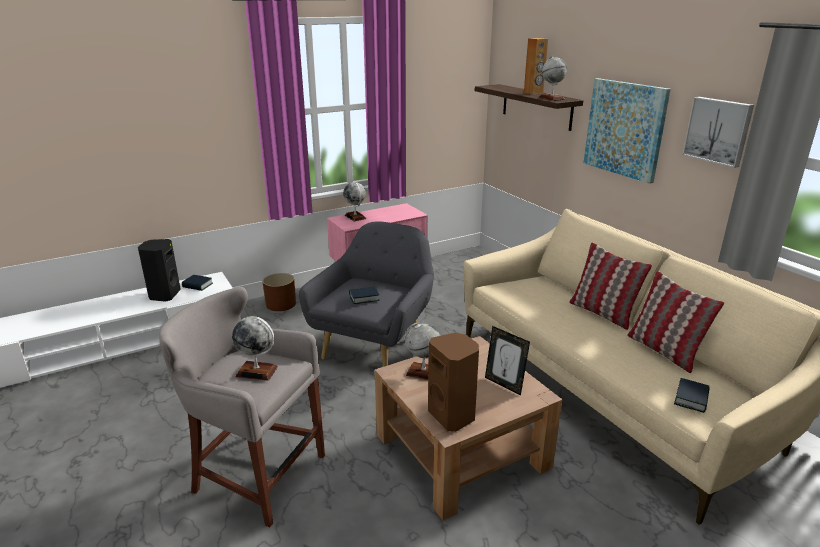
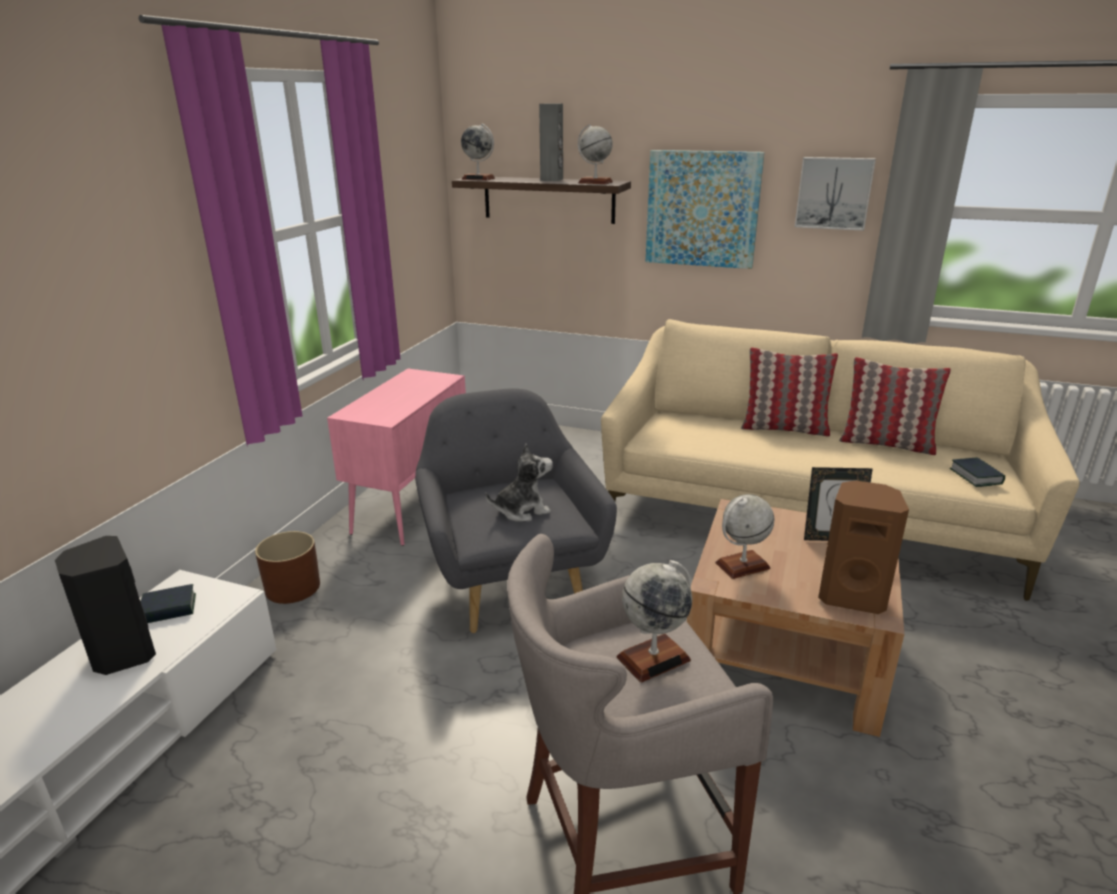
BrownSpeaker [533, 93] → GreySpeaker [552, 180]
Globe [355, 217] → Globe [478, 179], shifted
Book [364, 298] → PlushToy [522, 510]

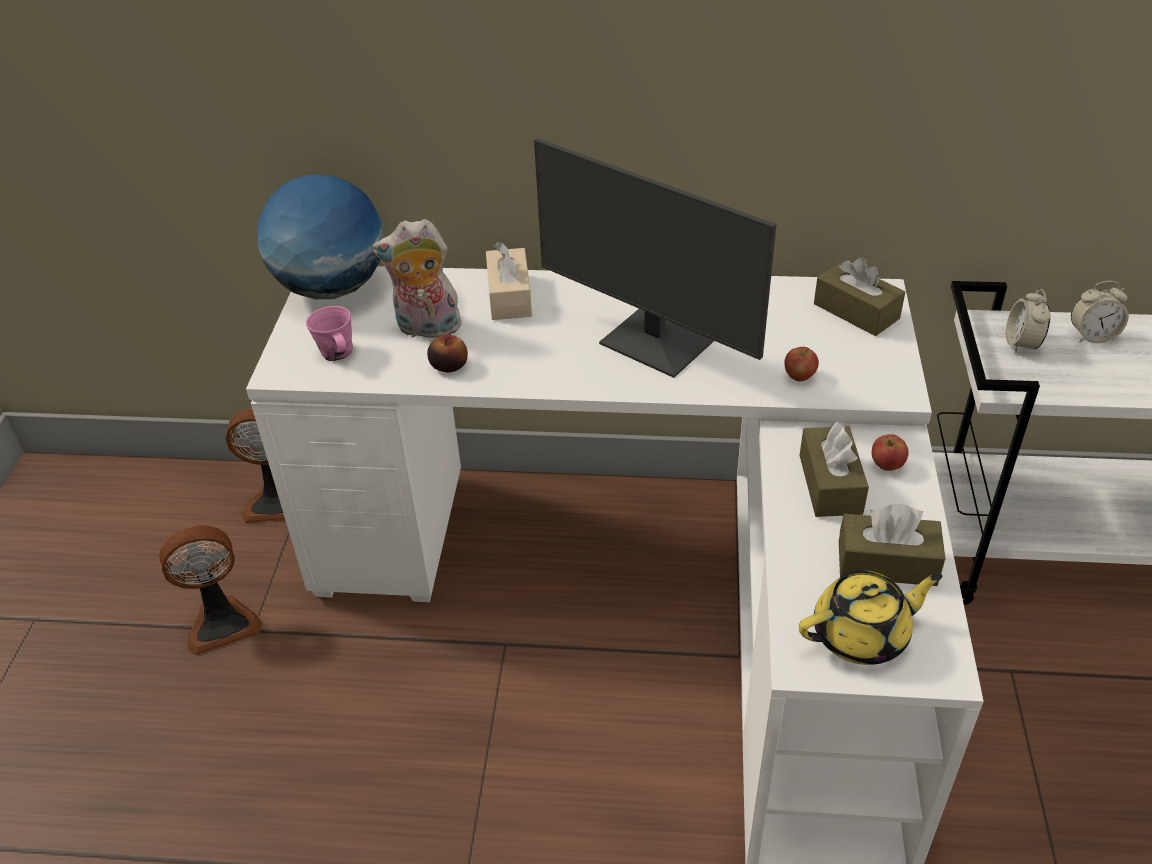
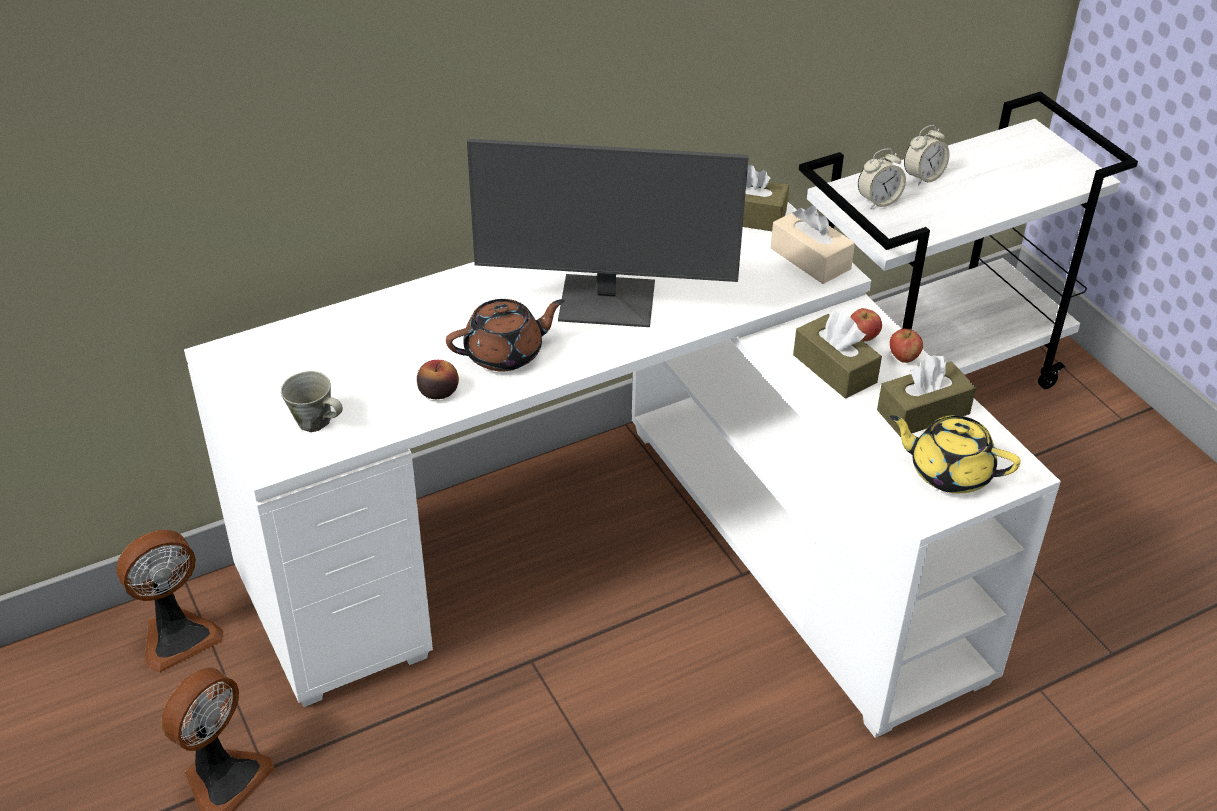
Globe [331, 288] → -
PlushToy [426, 329] → -
BeigeTissueBox [509, 296] → BeigeTissueBox [810, 259], shifted
AlarmClock [1021, 344] → AlarmClock [878, 201], 90 degrees counterclockwise
PinkMug [337, 353] → GreyMug [315, 422]
Apple [799, 376] → Apple [903, 357], shifted
YellowTeapot [862, 635] → YellowTeapot [949, 471], 105 degrees counterclockwise
- → BrownTeapot [505, 353]

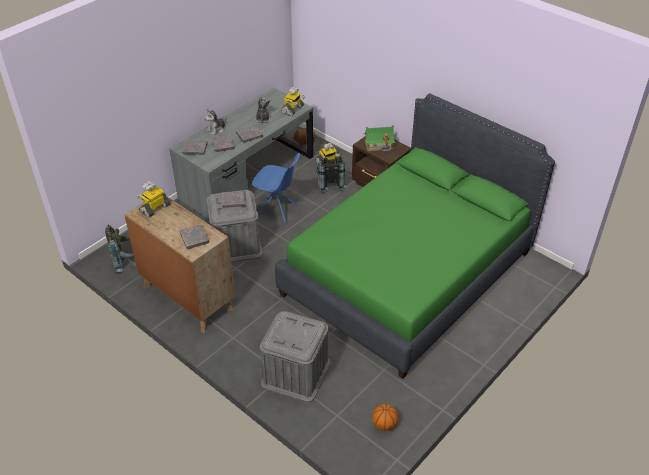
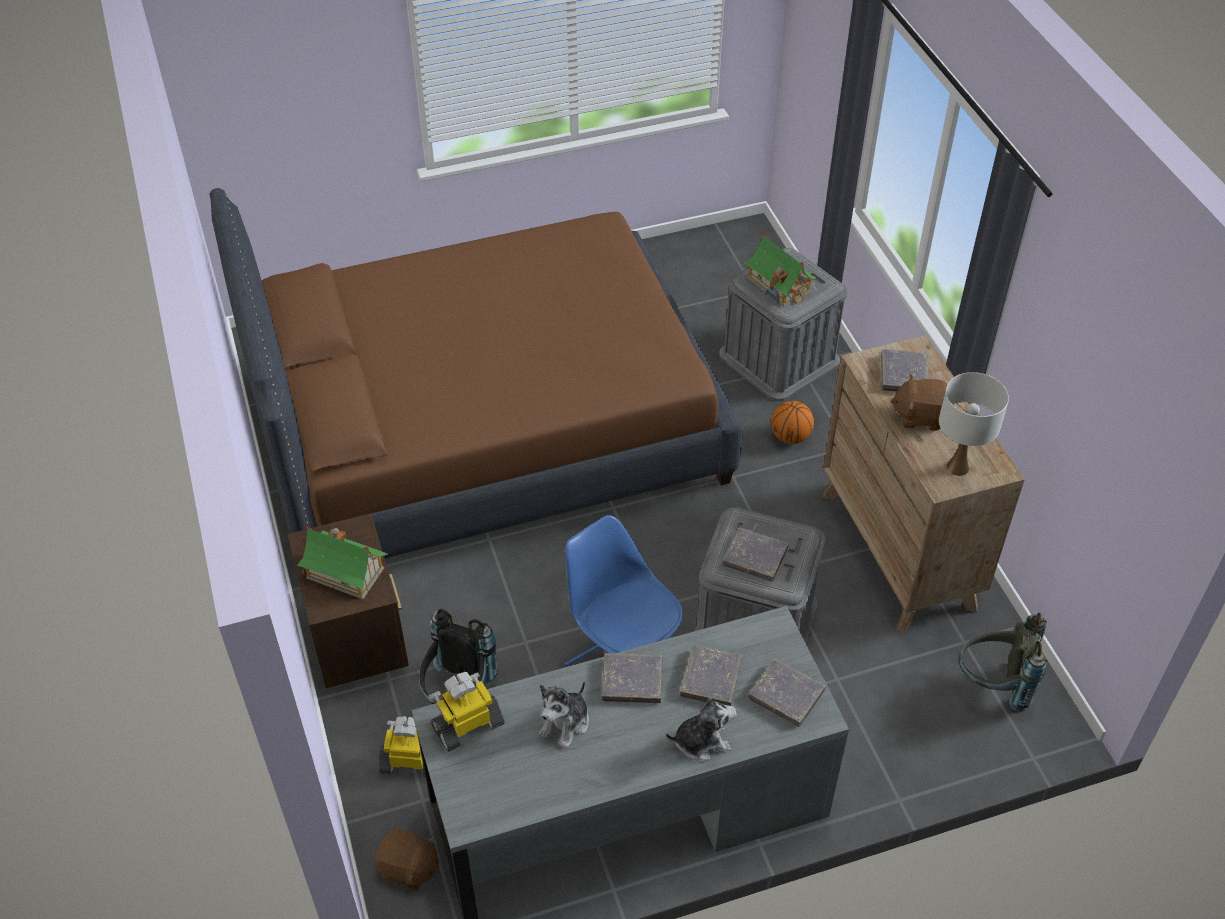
GreenBed [408, 273] → BrownBed [485, 428]
ToyRobot [154, 208] → WhiteTableLamp [957, 467]
Basketball [384, 425] → Basketball [790, 437], shifted
- → ToyHouse [779, 285]
- → BrownPlushToy [921, 416]

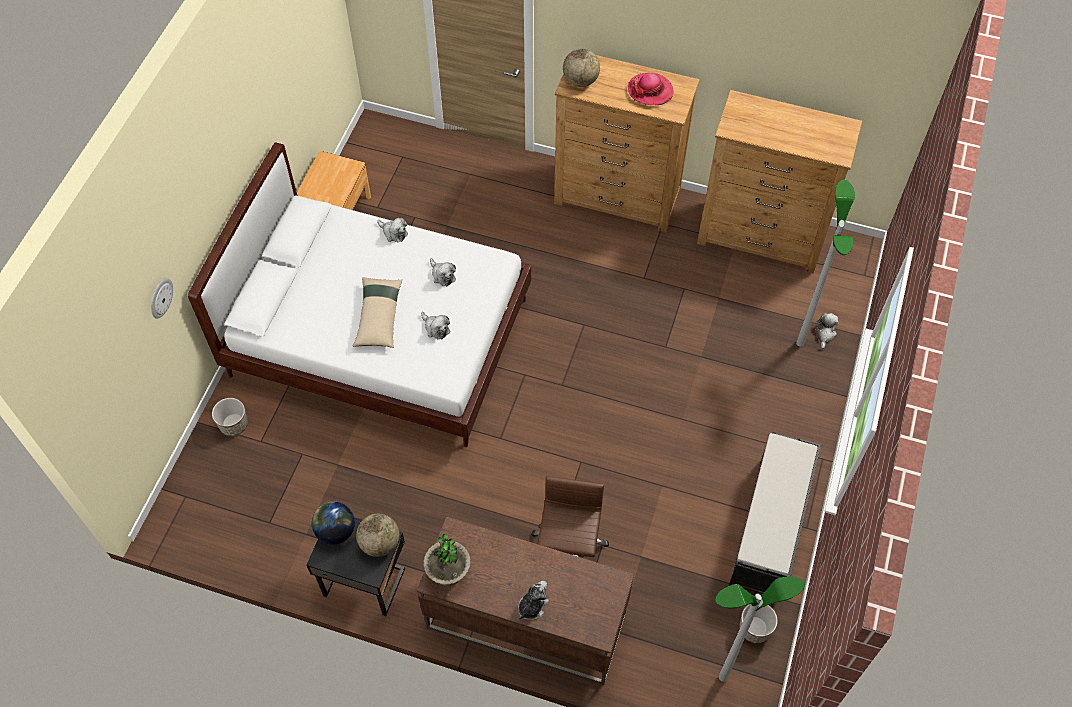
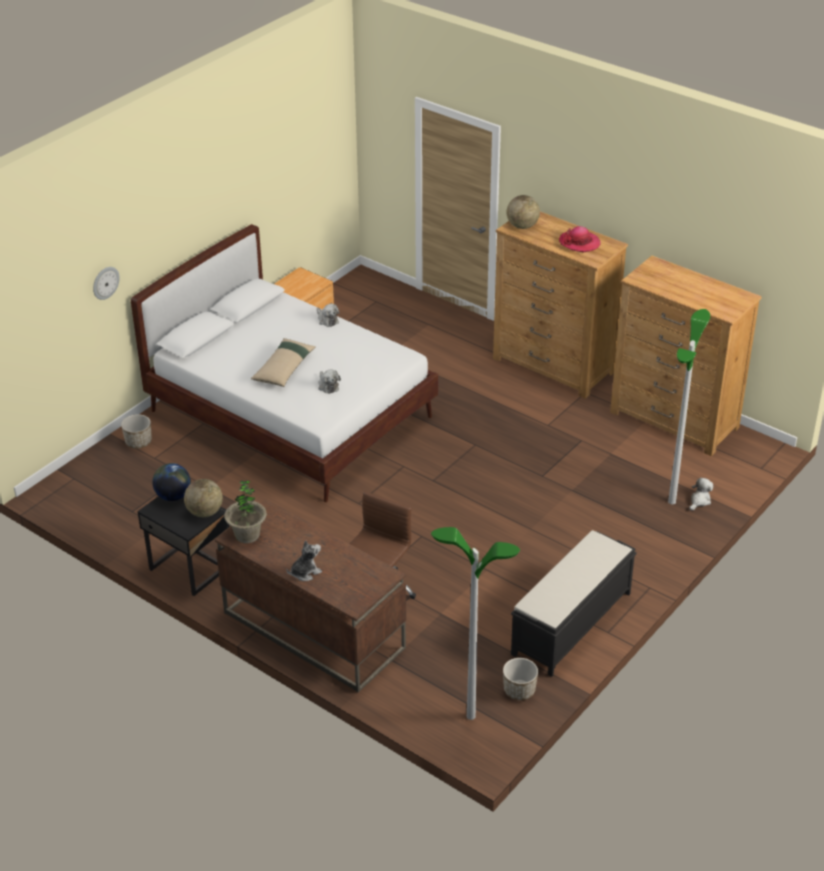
PlushToy [442, 275] → -

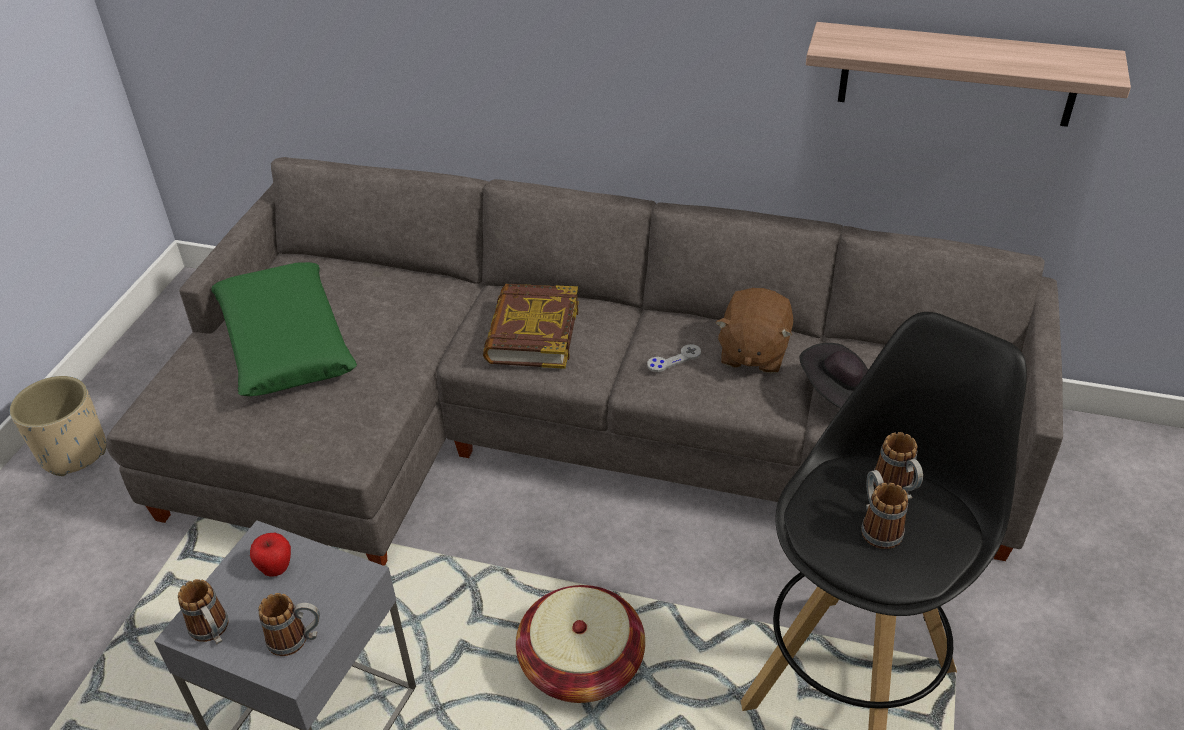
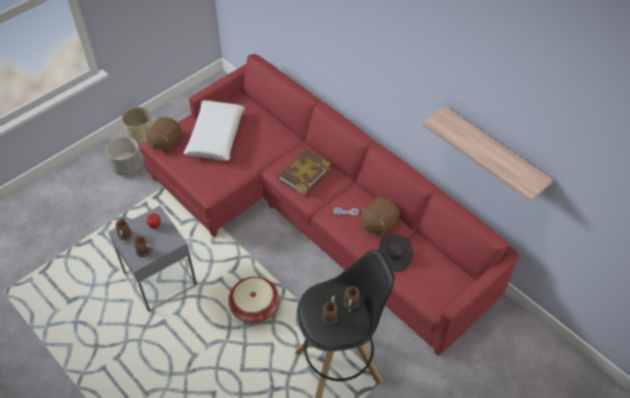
GreySofa [561, 428] → RedSofa [314, 213]
GreenPillow [285, 343] → WhitePillow [215, 136]
- → BrownPlushToy [165, 142]
- → GreyPlanter [127, 167]

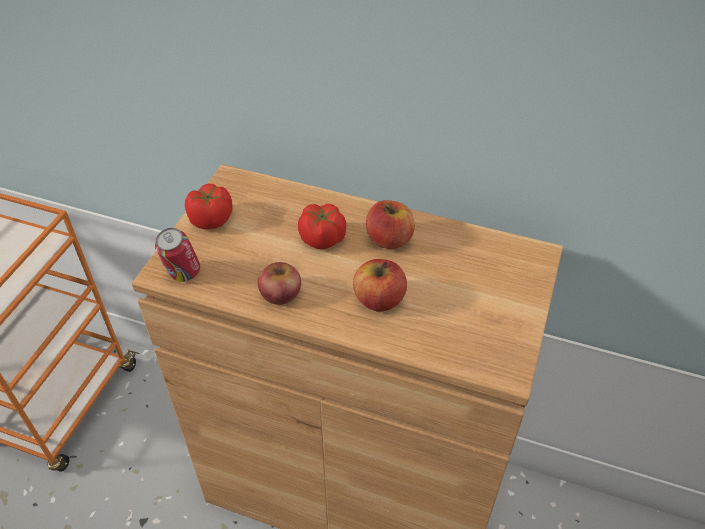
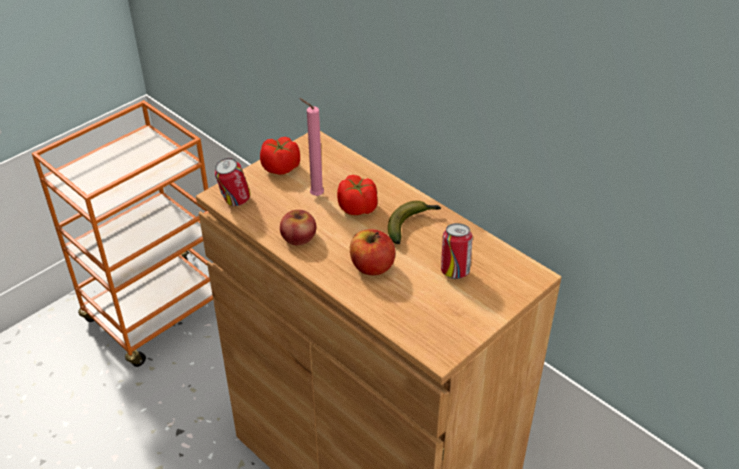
Apple [389, 239] → Banana [412, 225]
- → PinkCandle [314, 195]
- → Can [454, 271]

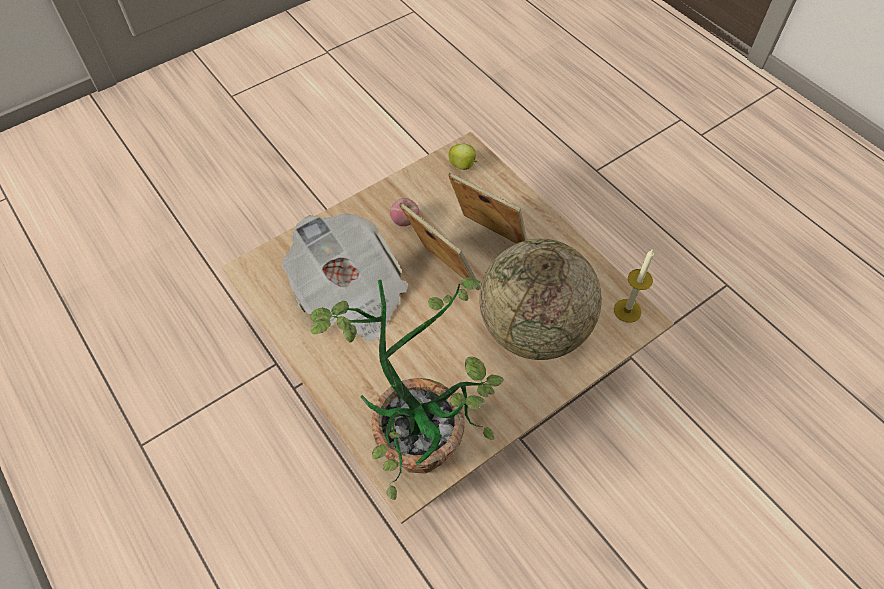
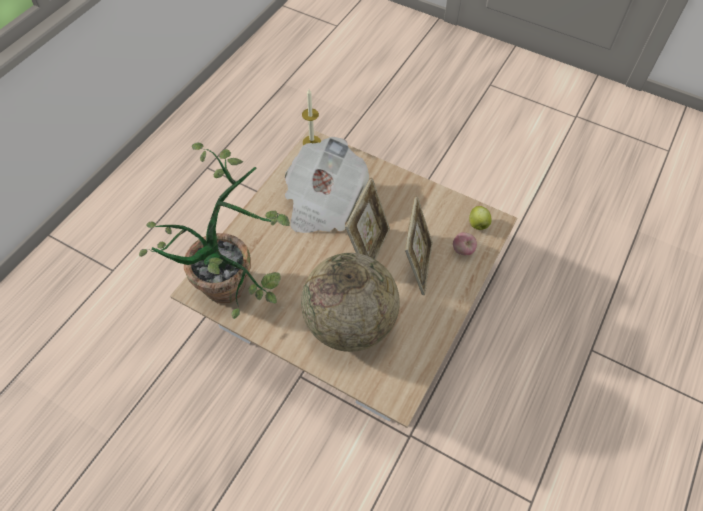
Apple [405, 221] → Apple [462, 250], shifted
Candle [627, 310] → Candle [312, 142], shifted

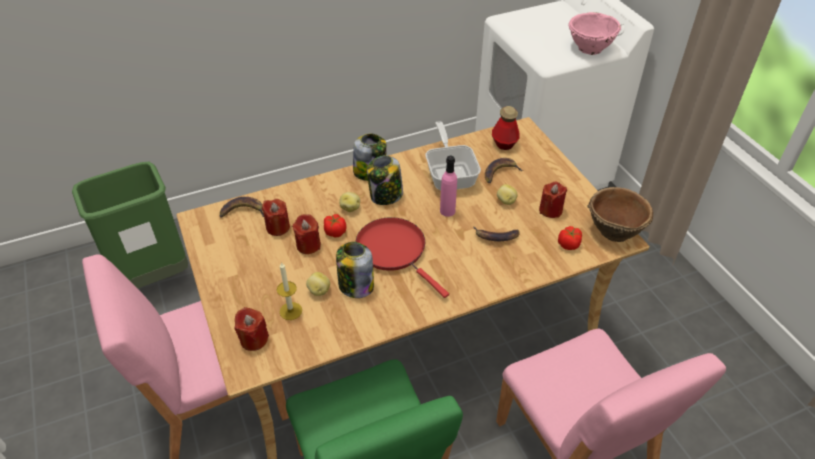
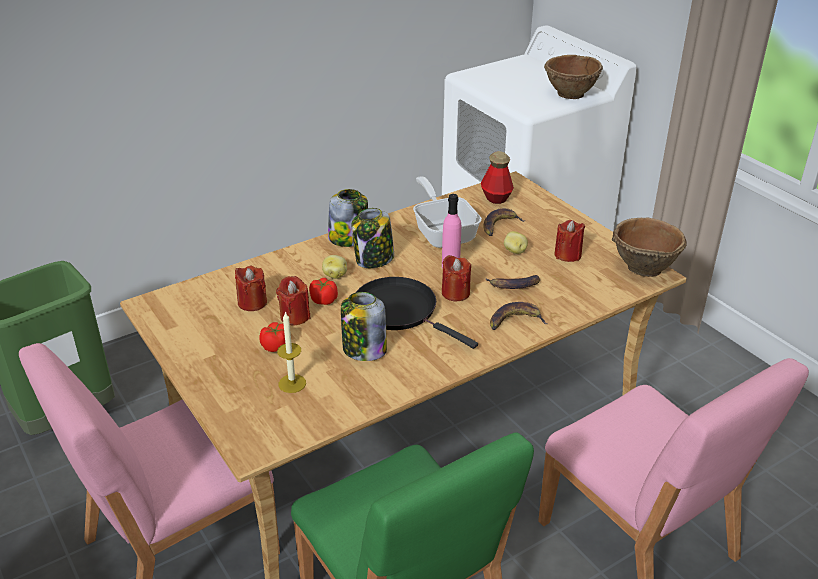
PinkBowl [589, 49] → BrownBowl [570, 94]
Banana [243, 211] → Banana [515, 320], shifted
RedFryingPan [394, 250] → BlackFryingPan [400, 311]
Tomato [568, 244] → Tomato [276, 346], shifted
Potato [318, 291] → -
RedCandle [254, 339] → RedCandle [455, 293], shifted

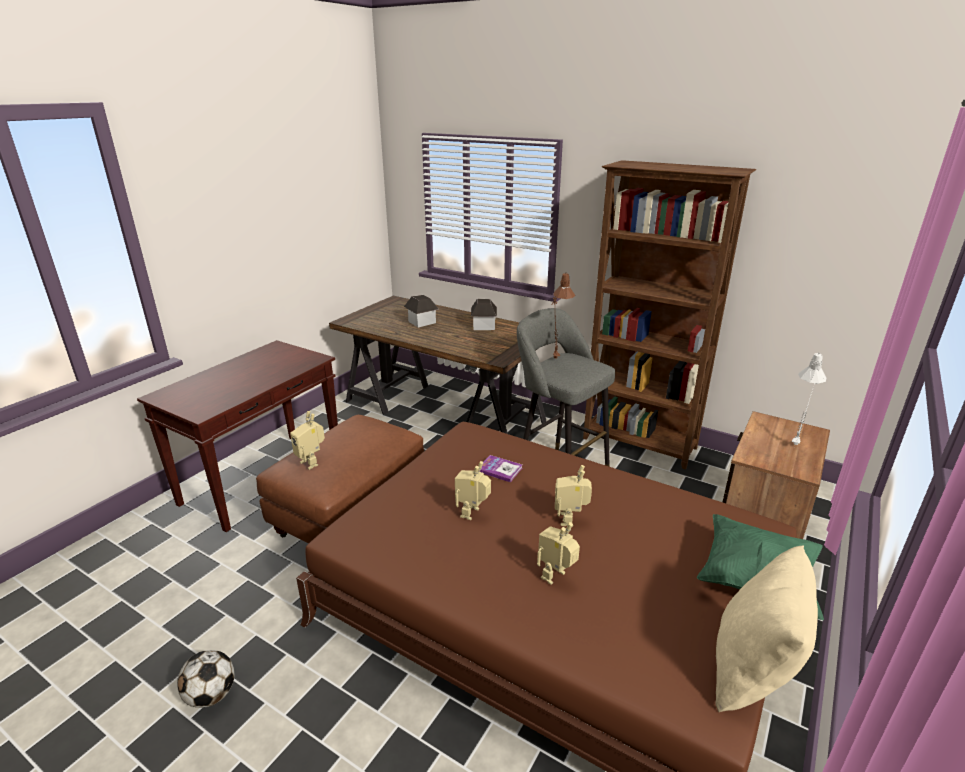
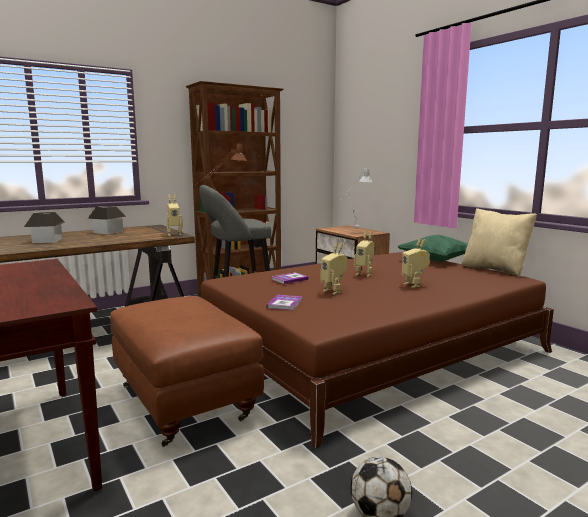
ToyRobot [312, 462] → ToyRobot [174, 234], shifted
- → Book [284, 303]

